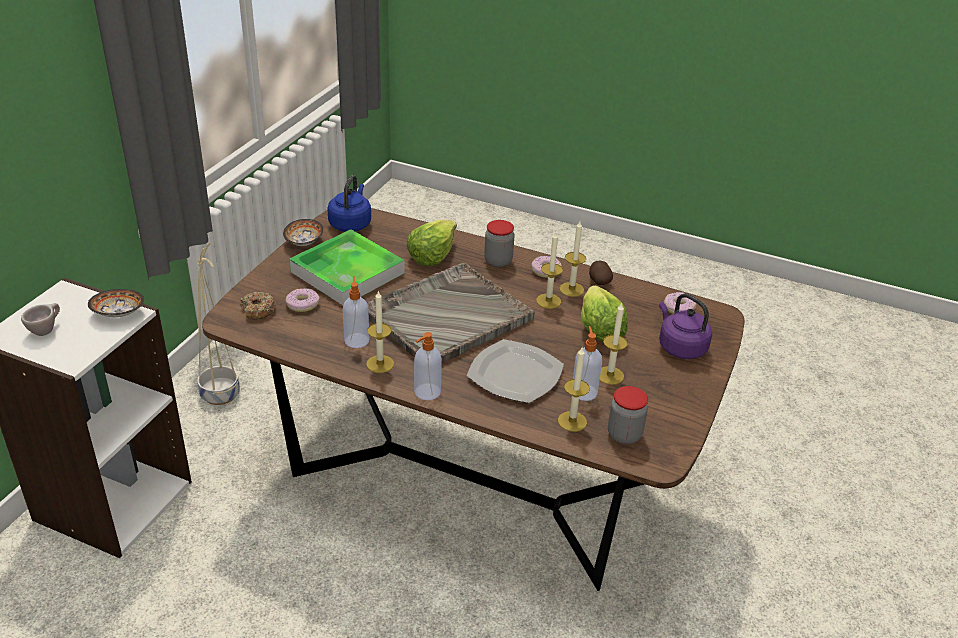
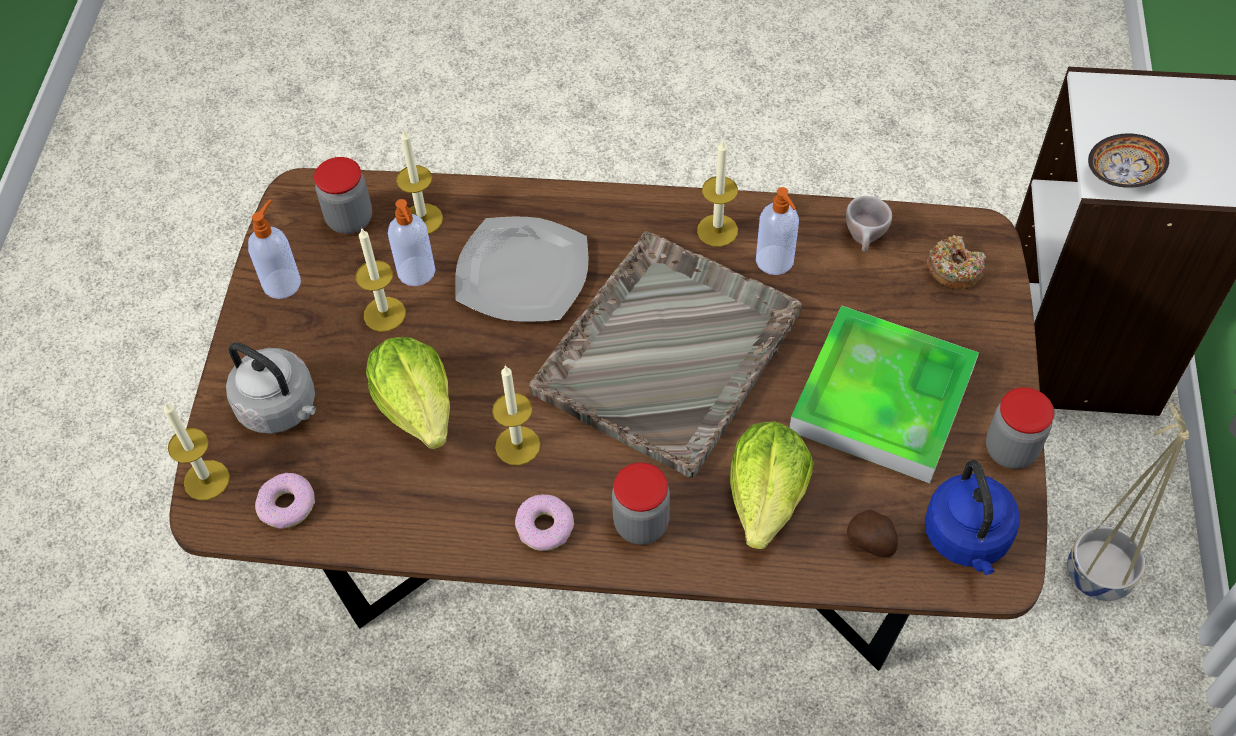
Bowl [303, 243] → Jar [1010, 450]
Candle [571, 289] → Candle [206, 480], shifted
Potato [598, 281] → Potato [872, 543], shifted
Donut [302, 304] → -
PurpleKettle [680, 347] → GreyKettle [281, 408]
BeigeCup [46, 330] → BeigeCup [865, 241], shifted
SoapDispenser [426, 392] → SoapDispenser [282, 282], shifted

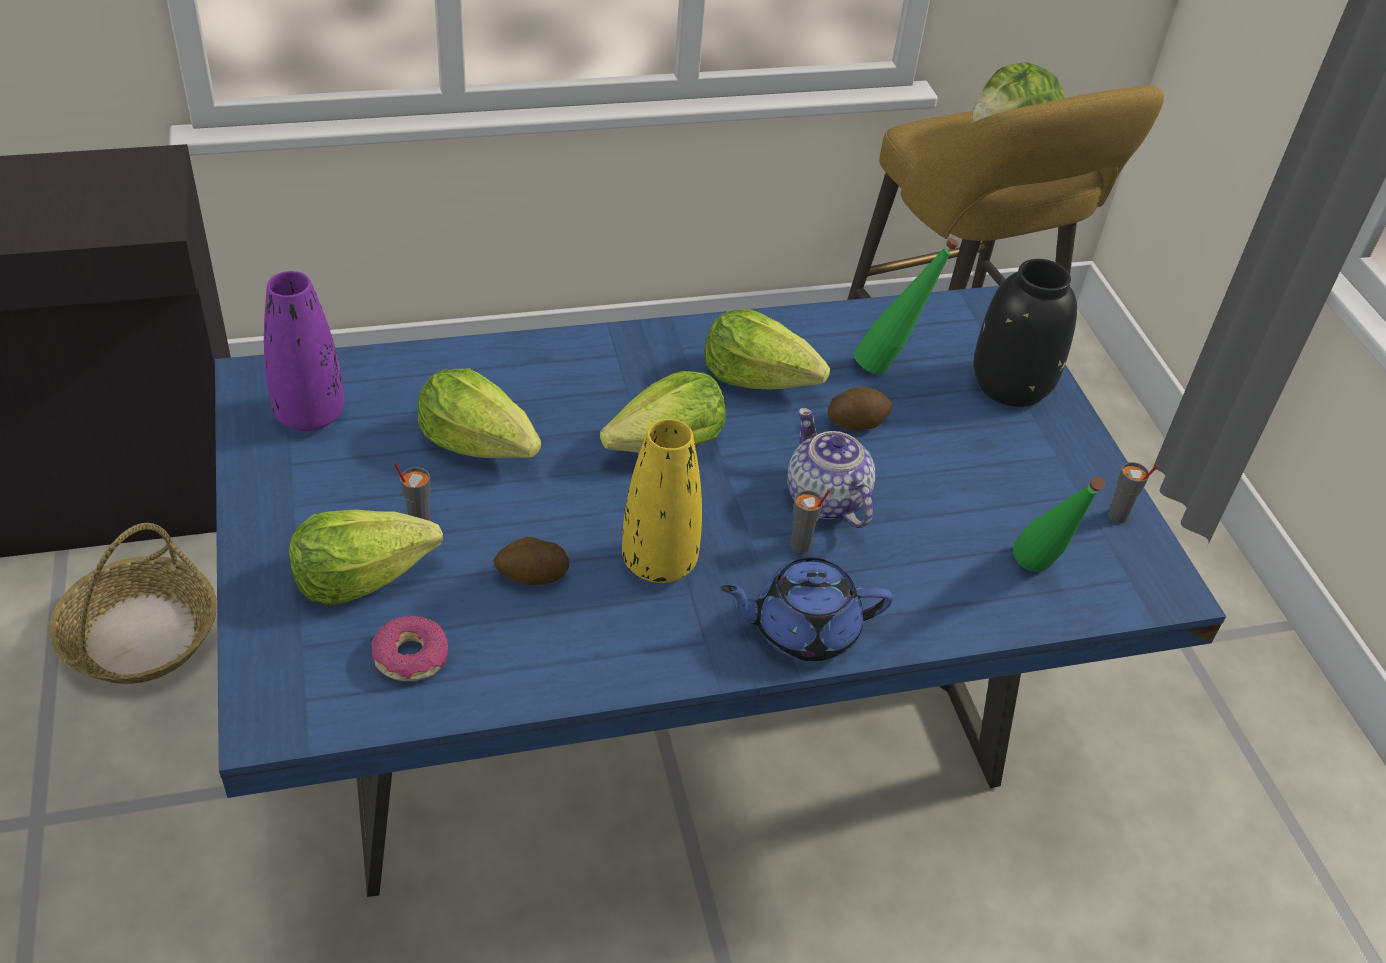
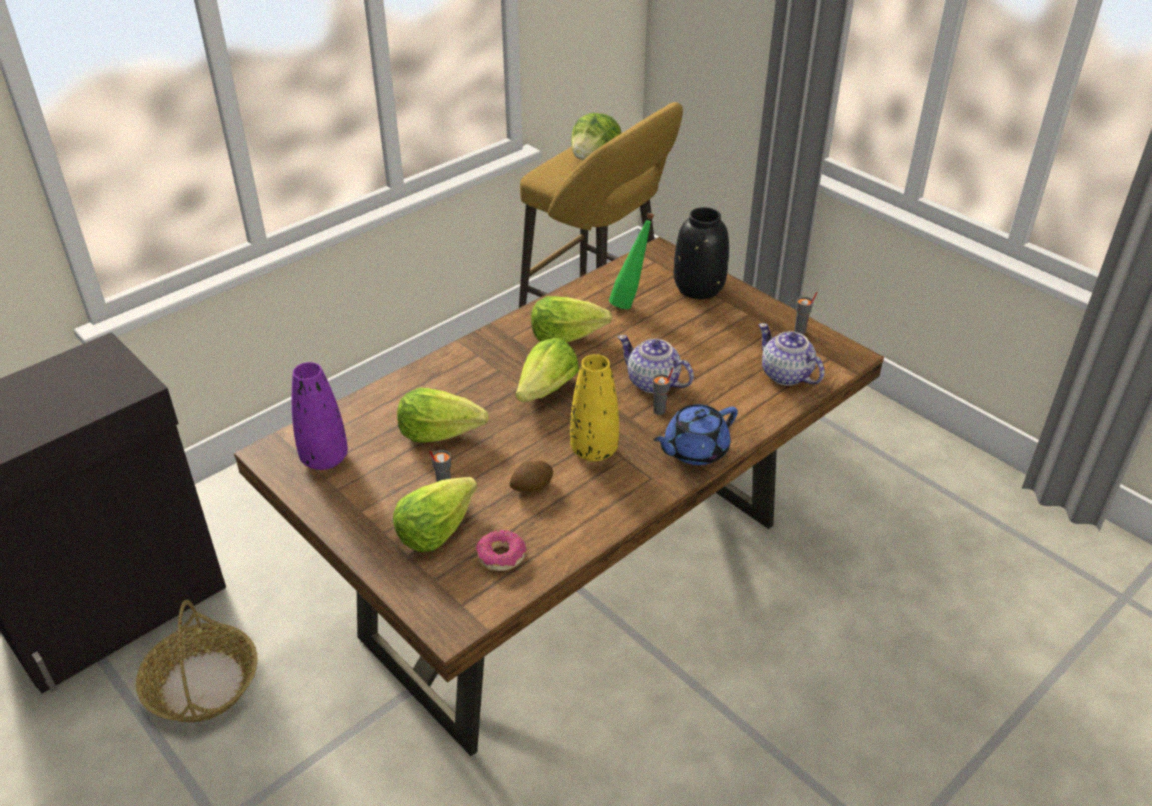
BlueDiningTable [664, 730] → BrownDiningTable [574, 582]
Potato [857, 422] → -
GreenBottle [1039, 576] → Teapot [786, 375]

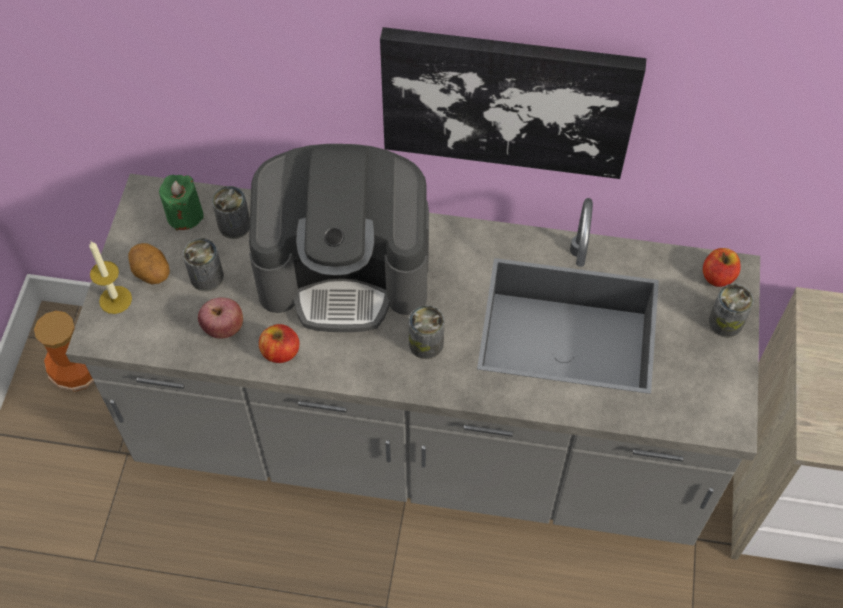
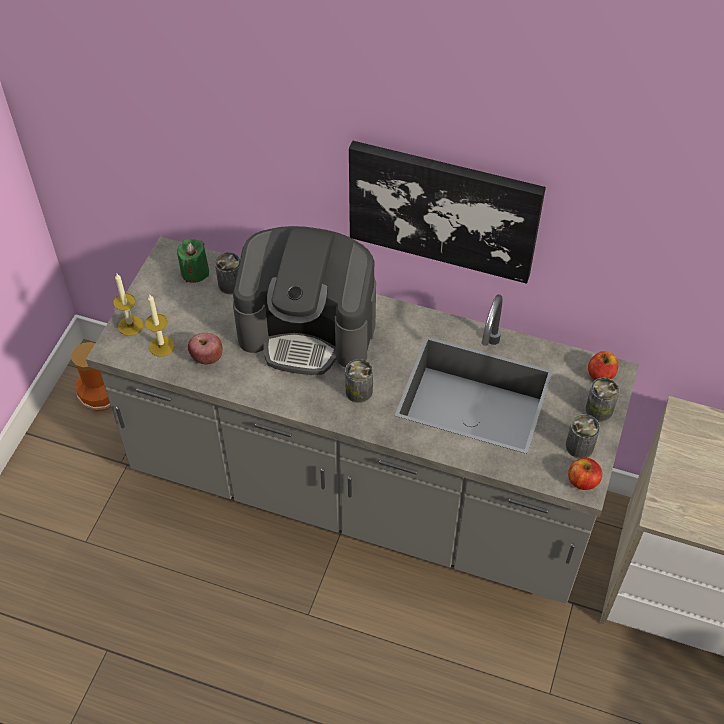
Can [207, 277] → Can [579, 446], shifted
Potato [151, 274] → -
Apple [280, 352] → Apple [582, 481], shifted
- → Candle [161, 346]

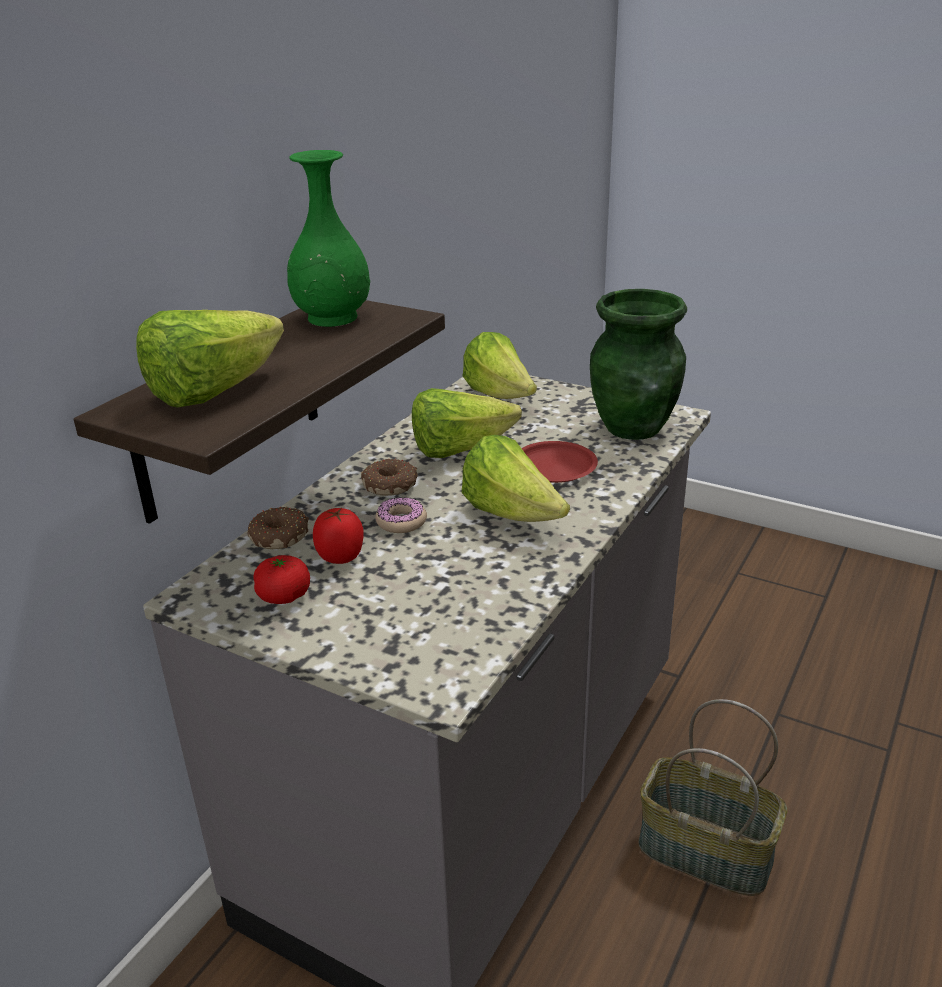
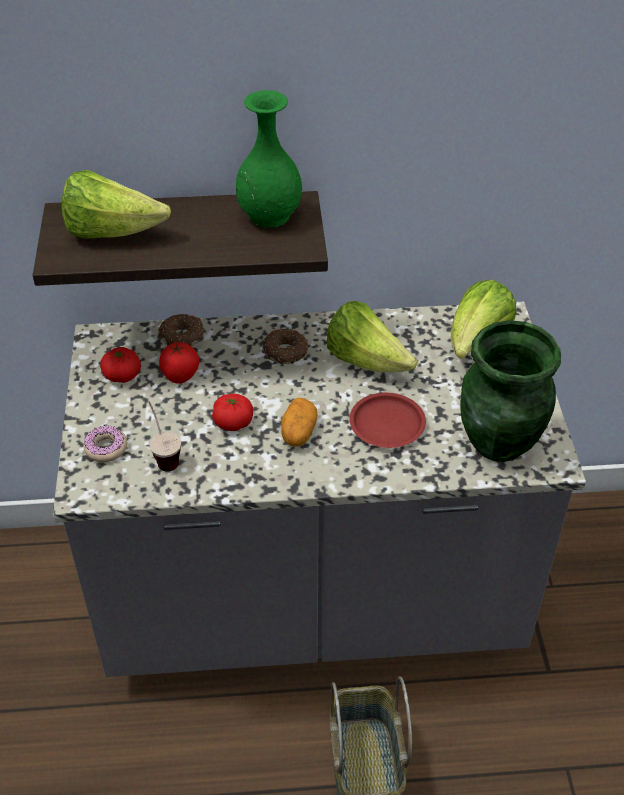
Lettuce [512, 514] → Potato [298, 432]
Donut [401, 522] → Donut [106, 448], shifted
- → Tomato [233, 422]
- → Cup [164, 455]

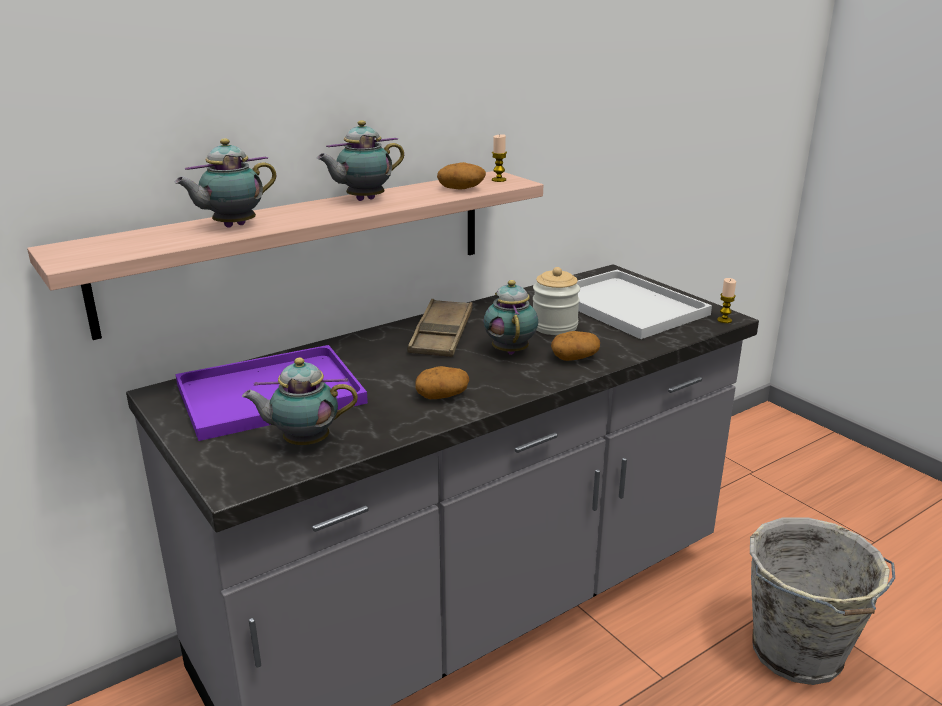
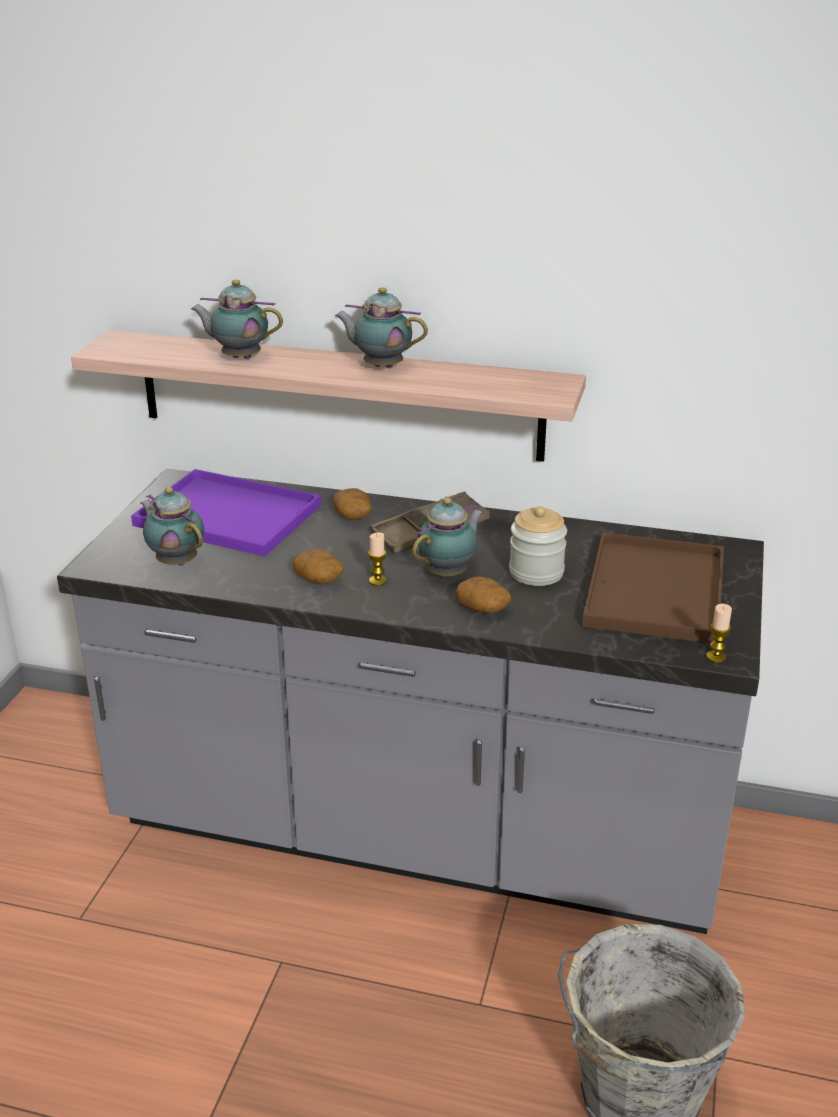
Candle [499, 180] → Candle [377, 581], shifted
Potato [462, 188] → Potato [353, 516], shifted
WhiteTray [630, 306] → BrownTray [657, 592]

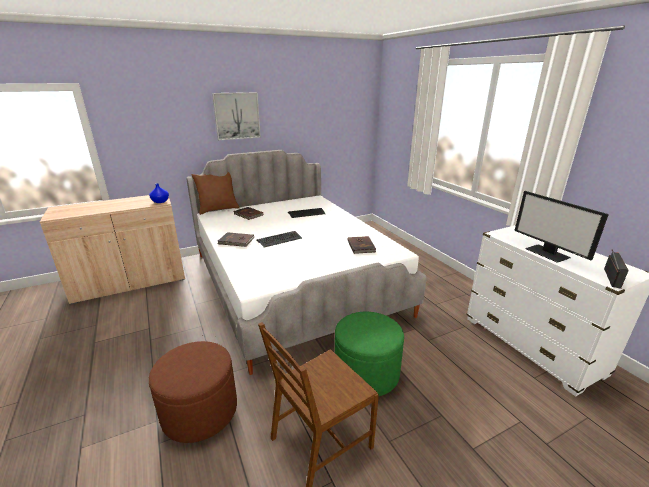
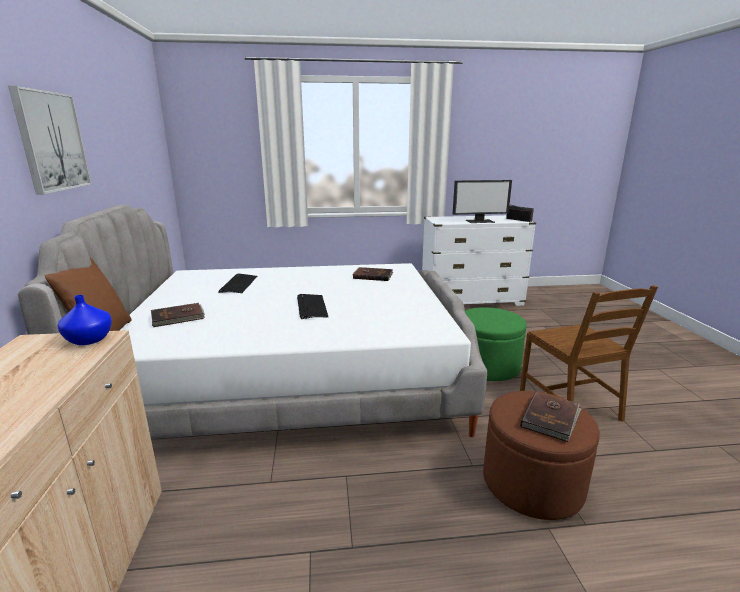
BrownBook [236, 241] → BrownBook [551, 418], shifted

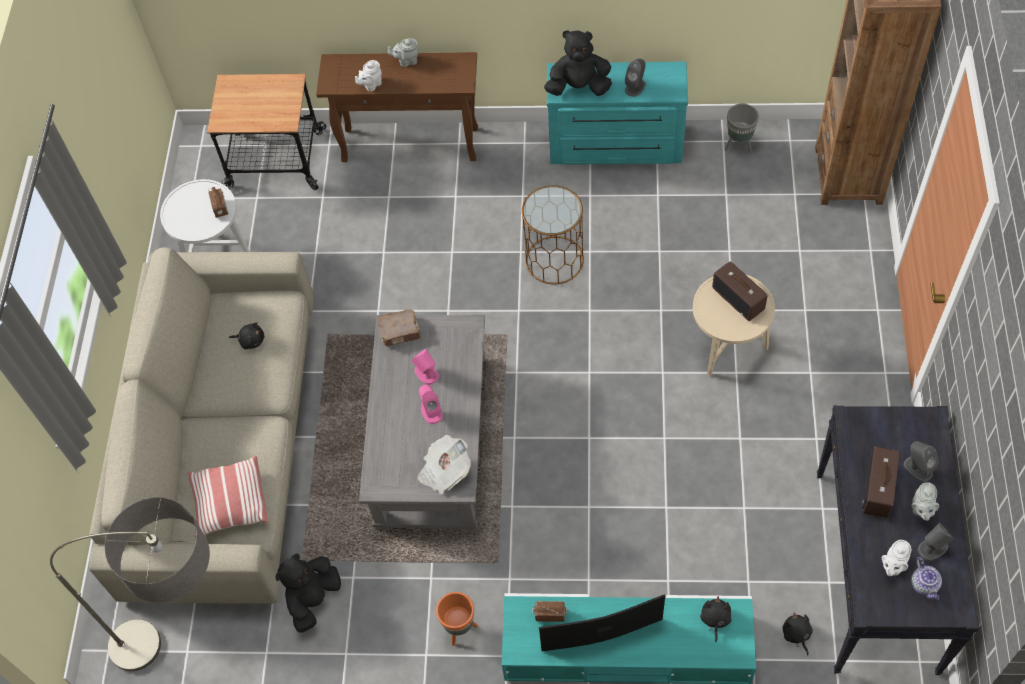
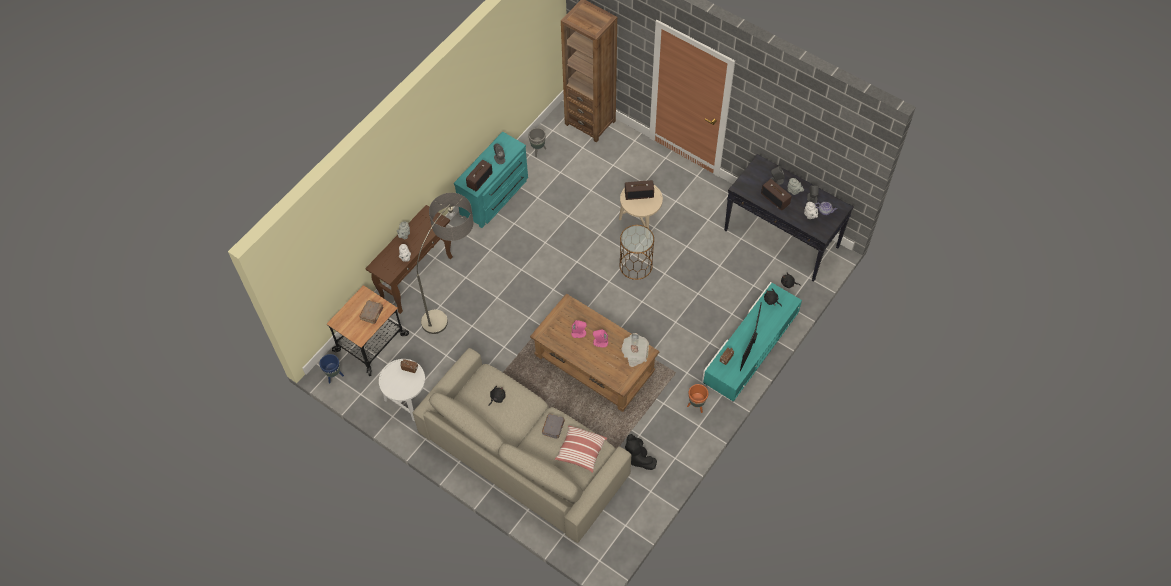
BlackPlushToy [579, 87] → Radio [479, 179]
BrownSideTable [554, 260] → BrownSideTable [635, 265], shifted
BrownBook [400, 332] → BrownBook [372, 314], shifted
GreyCoffeeTable [432, 440] → BrownCoffeeTable [594, 364]
FloorLamp [197, 647] → FloorLamp [454, 300], shifted
- → BluePlanter [334, 376]
- → GreyBook [553, 427]

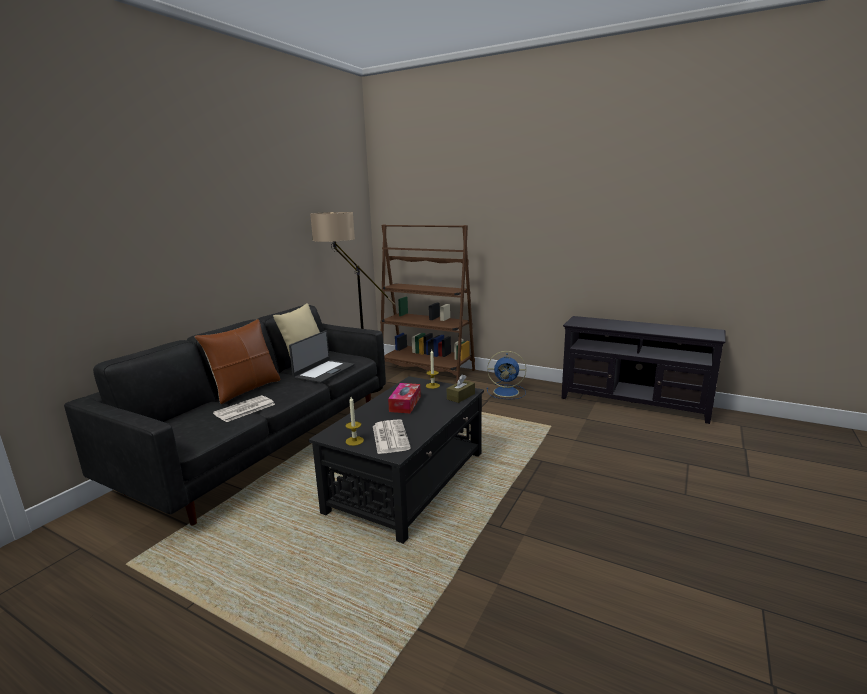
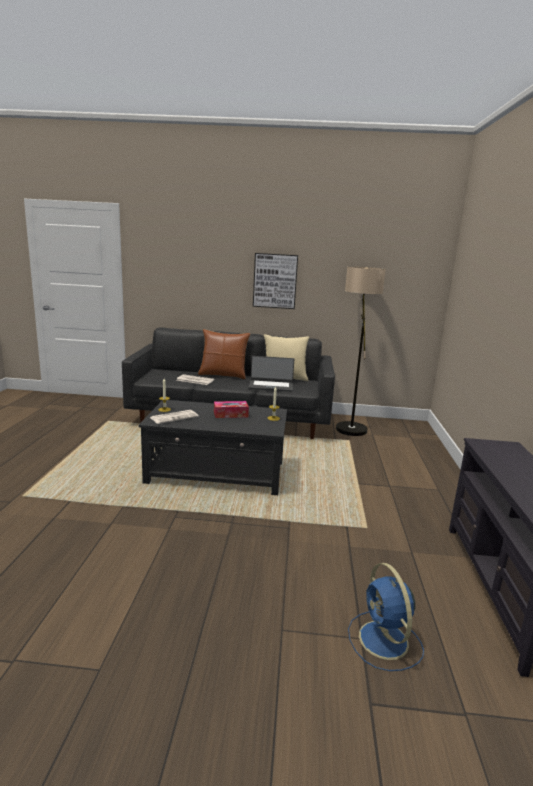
BrownBookcase [427, 371] → -
BlueFan [507, 392] → BlueFan [384, 641], shifted
BrownTissueBox [460, 396] → -
- → Picture [275, 281]

